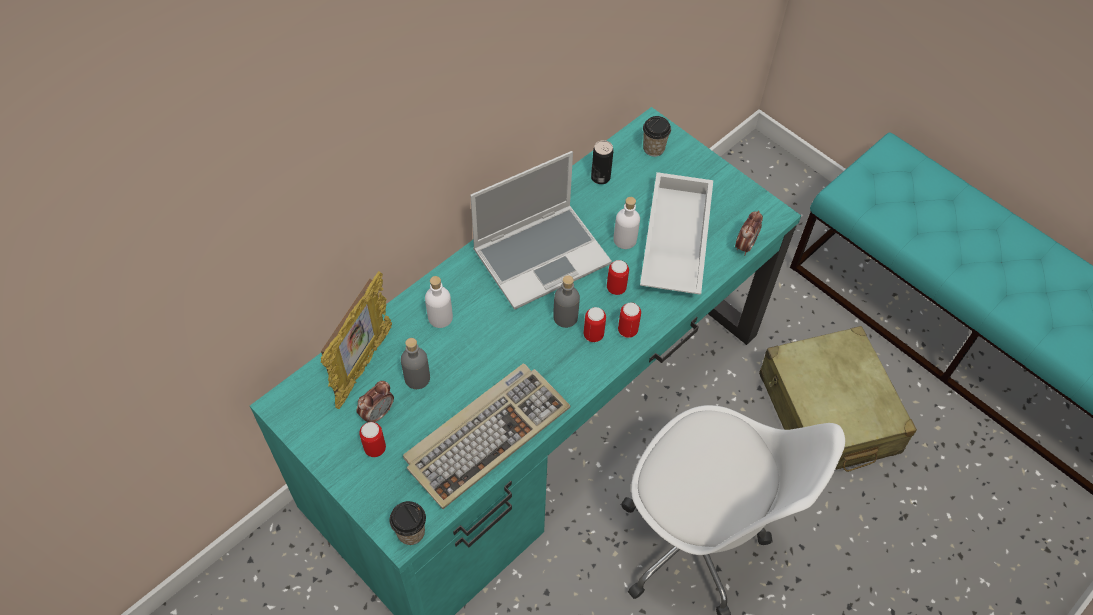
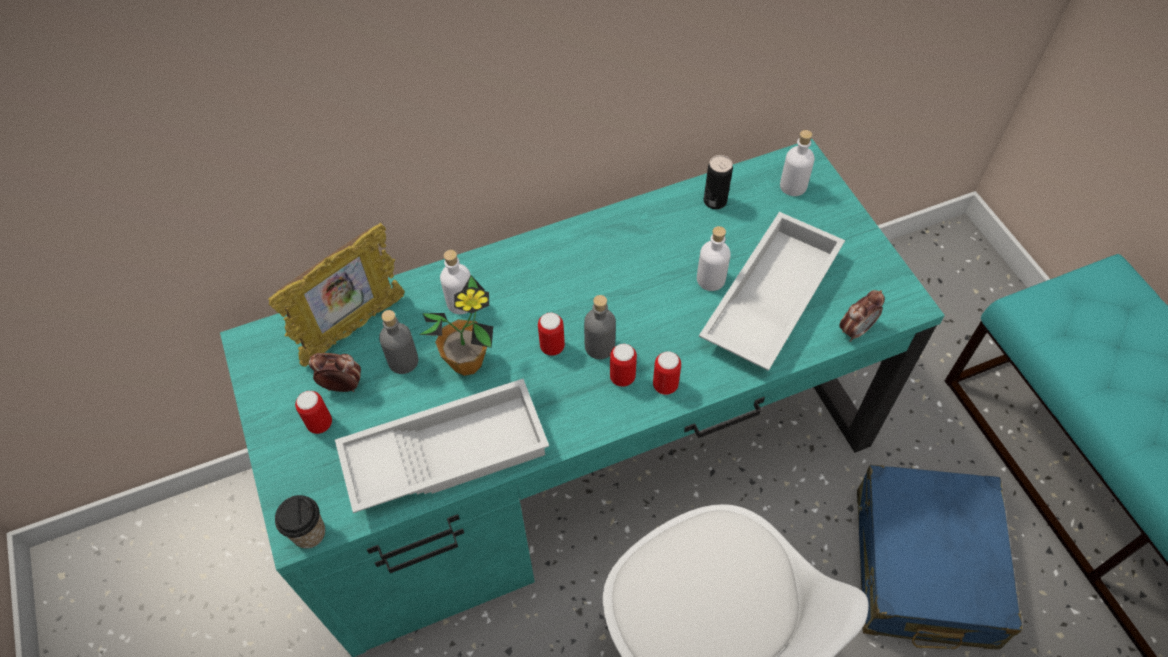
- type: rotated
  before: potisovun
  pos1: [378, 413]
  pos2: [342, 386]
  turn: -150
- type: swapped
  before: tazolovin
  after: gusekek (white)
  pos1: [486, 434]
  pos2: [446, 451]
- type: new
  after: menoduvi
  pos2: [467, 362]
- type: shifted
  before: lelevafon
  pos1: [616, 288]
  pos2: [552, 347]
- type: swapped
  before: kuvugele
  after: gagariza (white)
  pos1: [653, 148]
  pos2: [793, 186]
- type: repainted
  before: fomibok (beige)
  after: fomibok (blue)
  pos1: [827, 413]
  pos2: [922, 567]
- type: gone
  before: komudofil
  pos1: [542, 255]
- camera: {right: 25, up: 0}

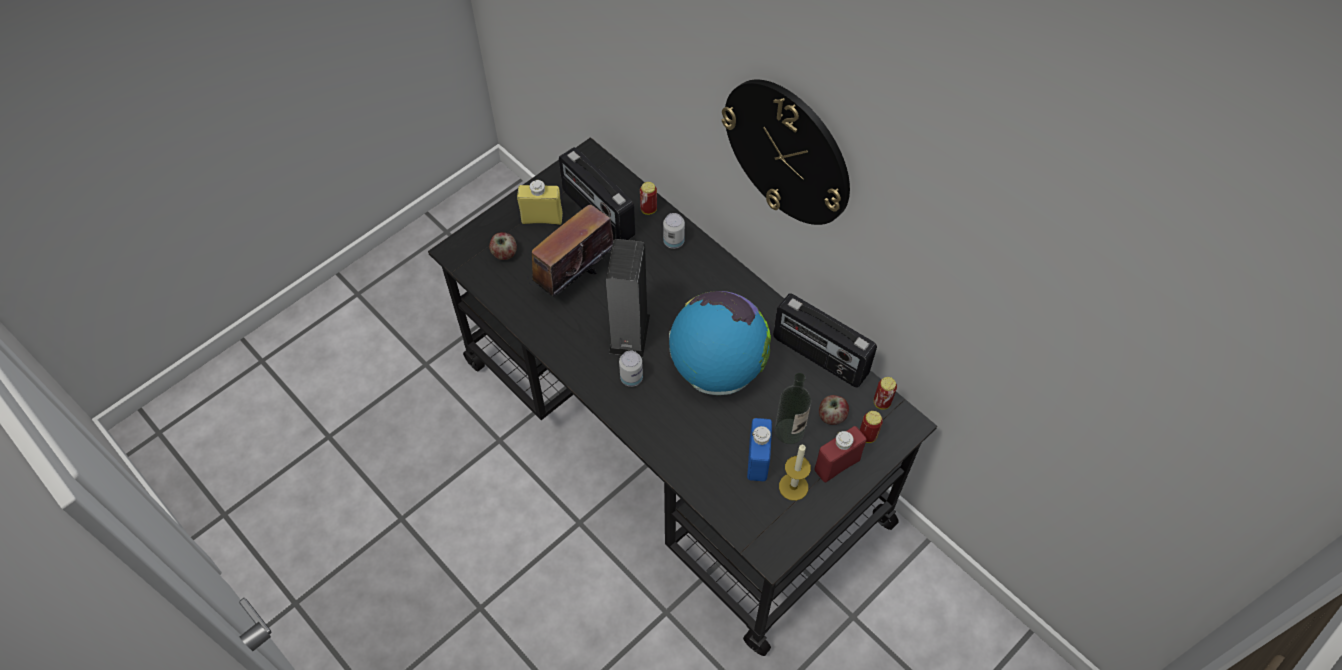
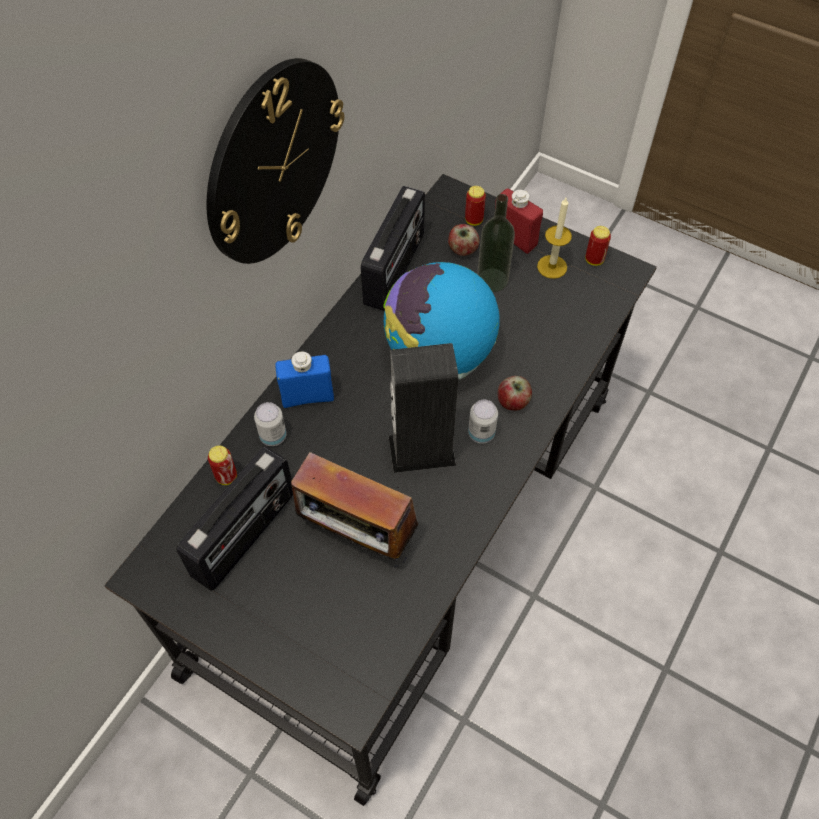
- type: shifted
  before: gagariza (blue)
  pos1: [758, 460]
  pos2: [307, 396]
- type: shifted
  before: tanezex
  pos1: [504, 254]
  pos2: [513, 402]
- type: shifted
  before: lelevafon
  pos1: [882, 402]
  pos2: [594, 260]
- type: gone
  before: gagariza (yellow)
  pos1: [542, 218]
- camera: {right: -105, up: 0}

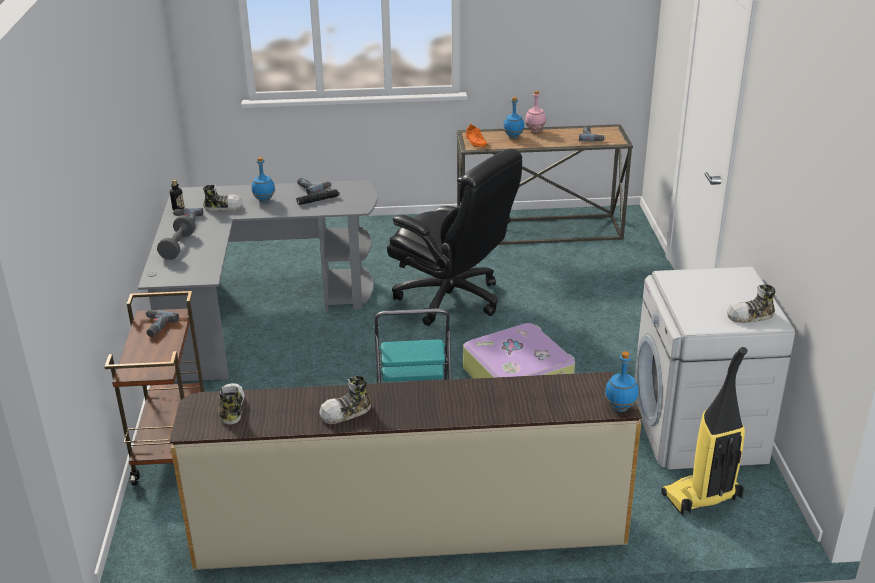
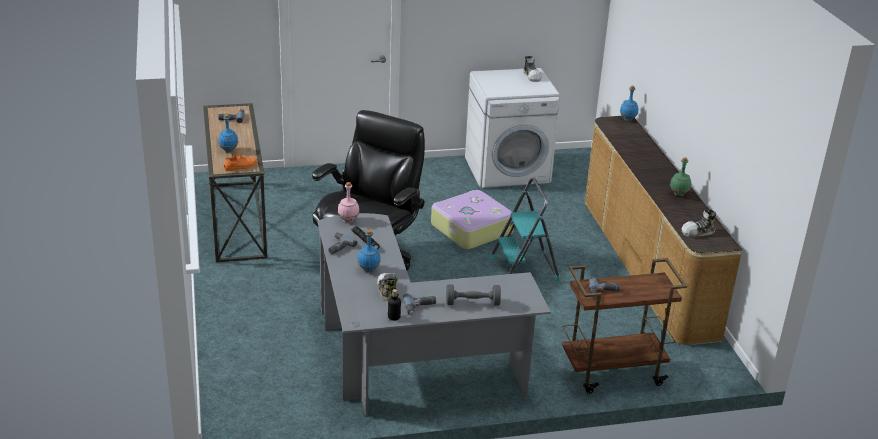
- type: shifted
  before: gagariza (pink)
  pos1: [534, 130]
  pos2: [348, 220]
- type: swapped
  before: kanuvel
  after: gagariza (green)
  pos1: [346, 413]
  pos2: [678, 194]
- type: gone
  before: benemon
  pos1: [701, 497]
- camera: {right: -100, up: 0}

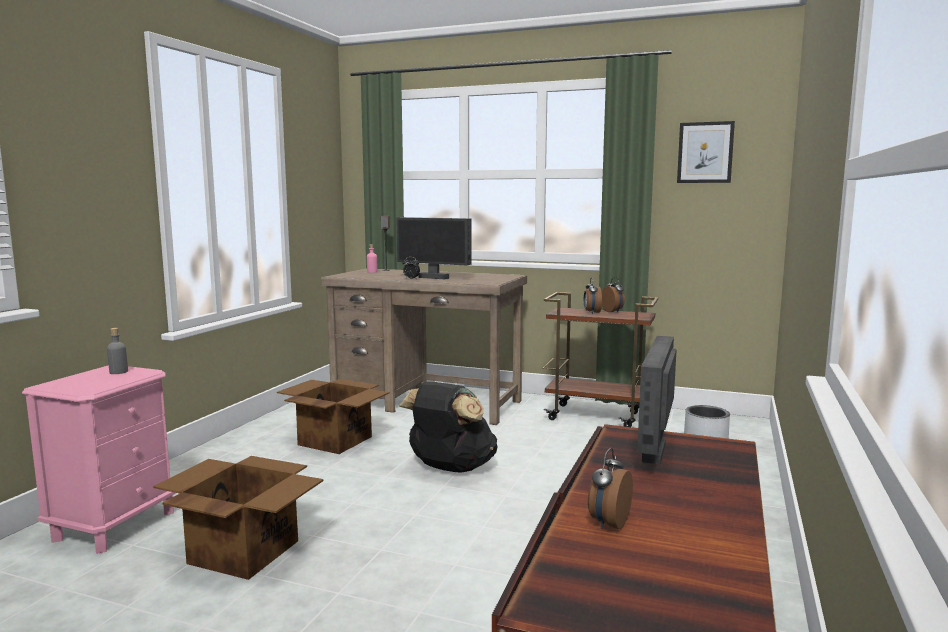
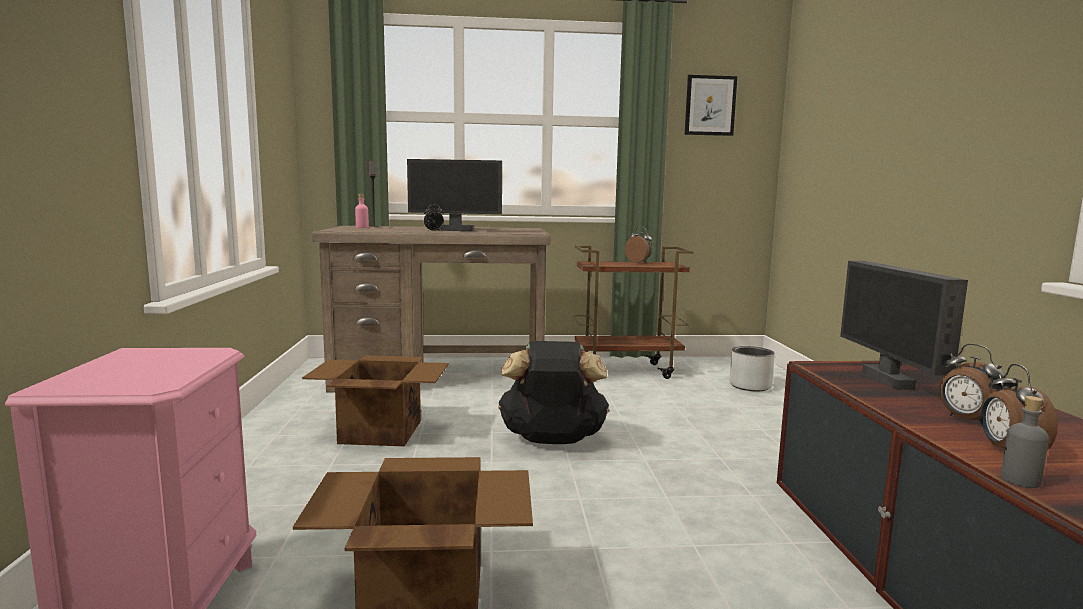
- type: shifted
  before: potisovun
  pos1: [591, 312]
  pos2: [967, 420]
- type: shifted
  before: gagariza (grey)
  pos1: [118, 372]
  pos2: [1020, 480]
- camera: {right: -25, up: 0}

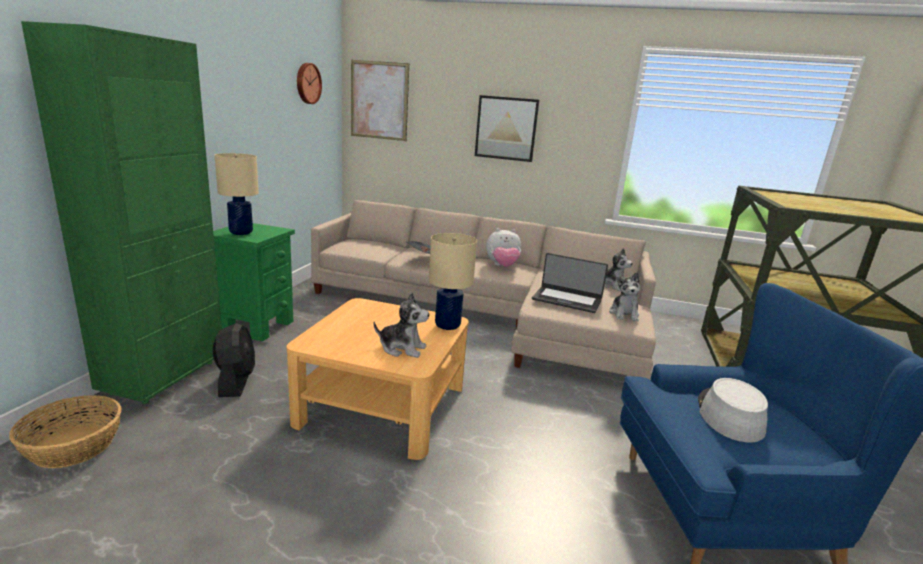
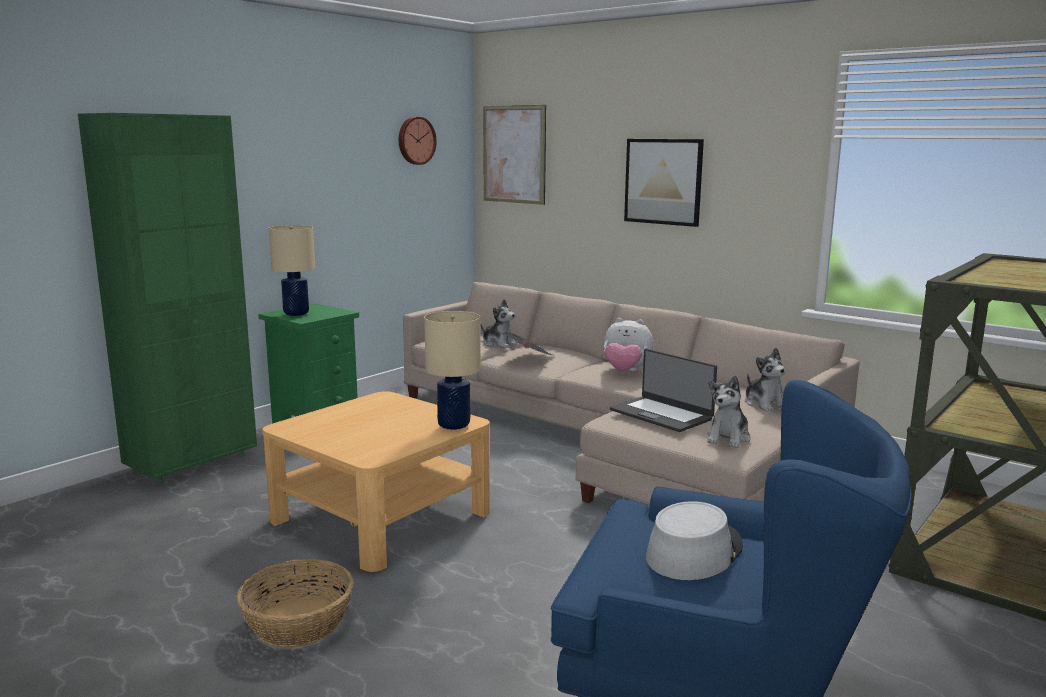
- type: shifted
  before: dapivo
  pos1: [73, 446]
  pos2: [297, 622]
- type: shifted
  before: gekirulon
  pos1: [402, 348]
  pos2: [499, 344]
- type: gone
  before: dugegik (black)
  pos1: [236, 381]
- camera: {right: 25, up: -5}

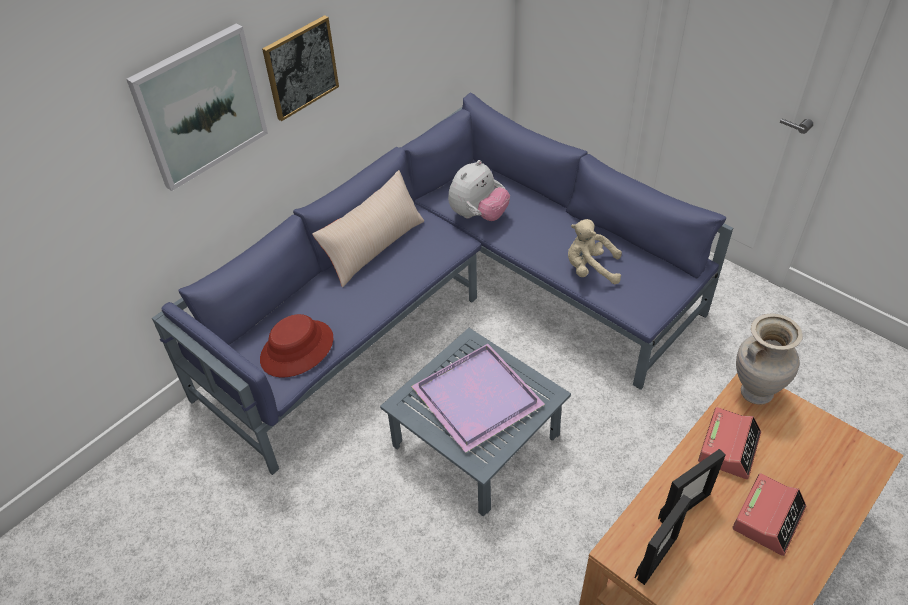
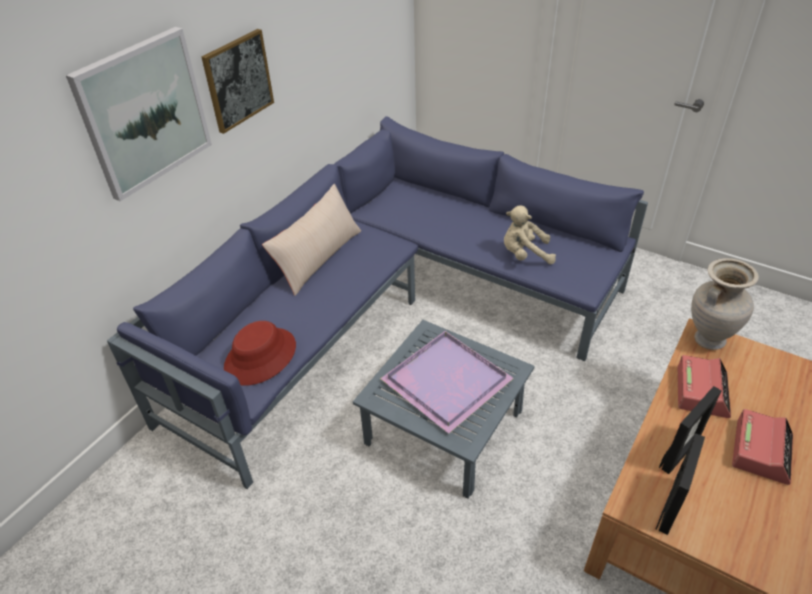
- type: gone
  before: gekirulon
  pos1: [478, 215]
- camera: {right: -10, up: -5}

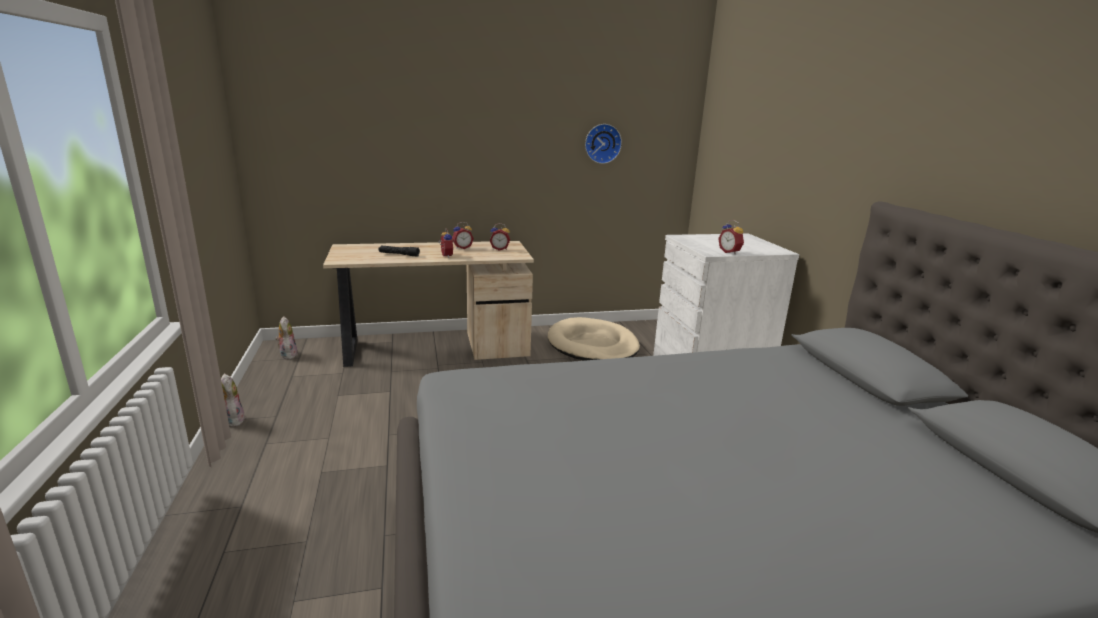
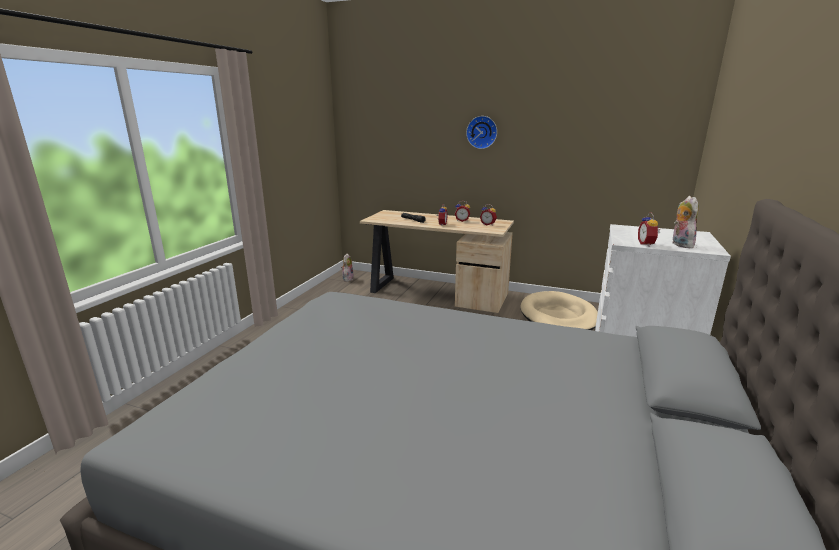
- type: shifted
  before: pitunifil
  pos1: [602, 143]
  pos2: [482, 132]
- type: shifted
  before: gekirulon
  pos1: [231, 420]
  pos2: [680, 244]
- camera: {right: 35, up: 0}

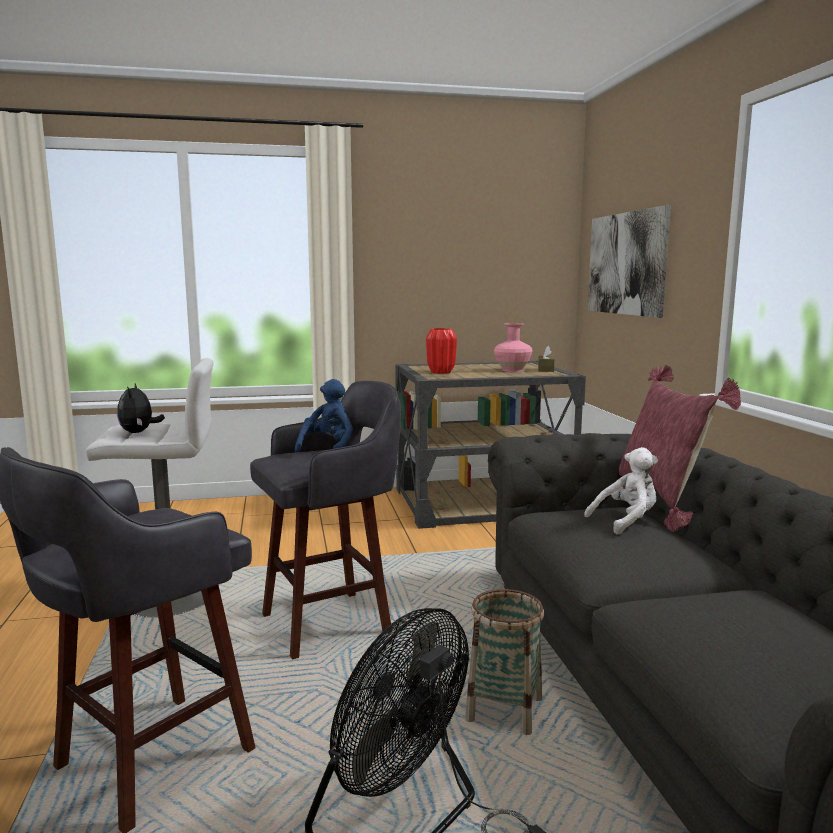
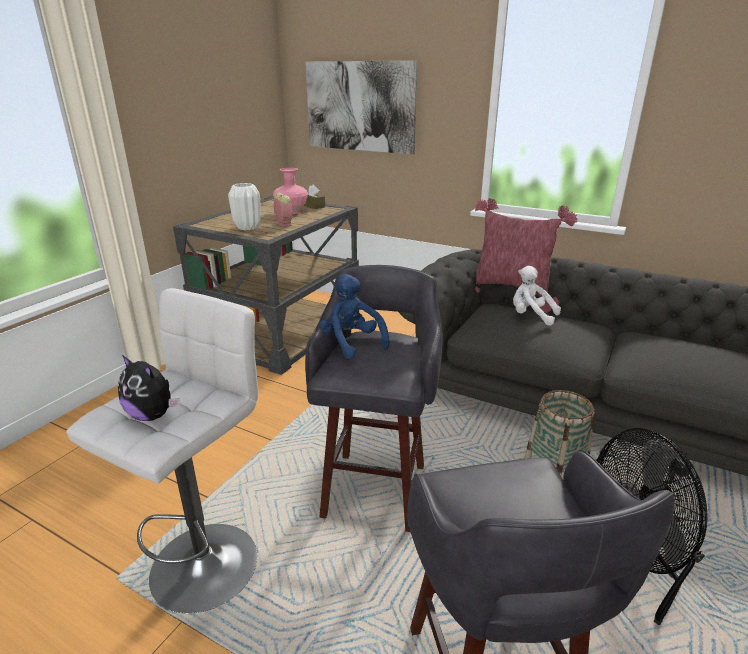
- type: repainted
  before: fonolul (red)
  after: fonolul (white)
  pos1: [441, 372]
  pos2: [248, 228]
- type: new
  after: potisovun
  pos2: [283, 224]
- type: rotated
  before: gekirulon (white)
  pos1: [626, 521]
  pos2: [531, 316]
  turn: -75
- camera: {right: -50, up: 15}

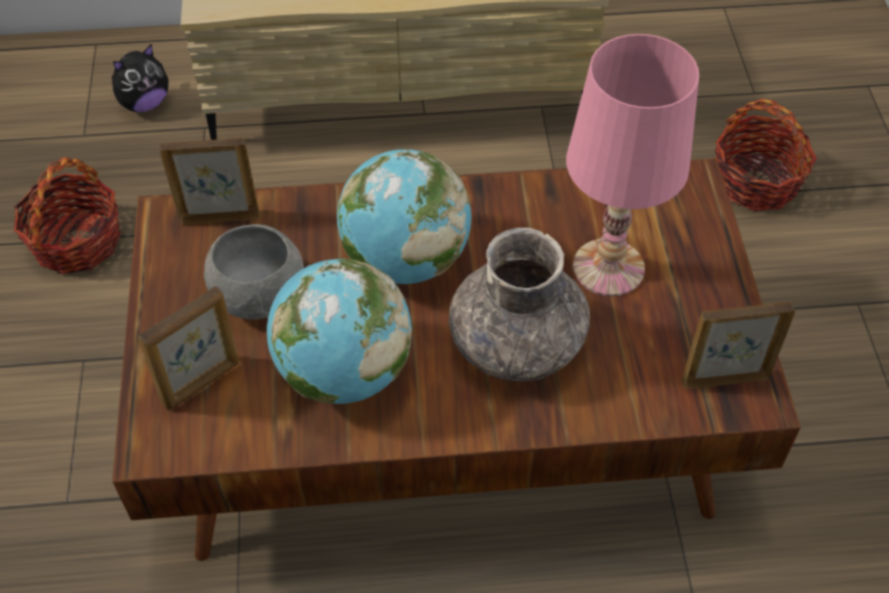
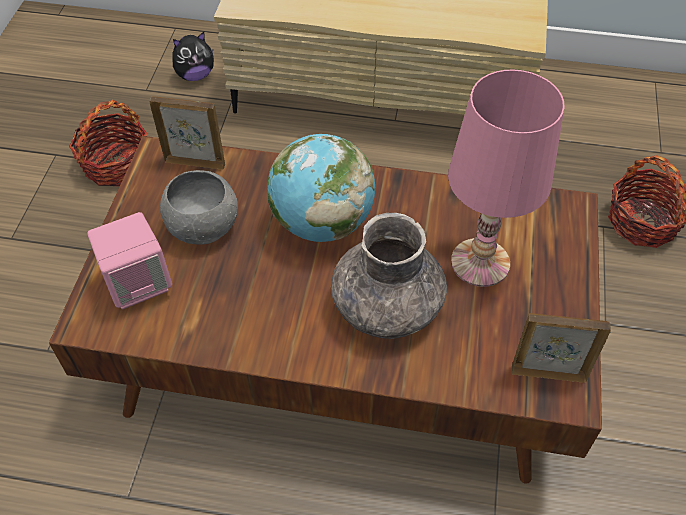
- type: swapped
  before: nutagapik
  after: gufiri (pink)
  pos1: [202, 383]
  pos2: [138, 283]
- type: gone
  before: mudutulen
  pos1: [343, 371]
- camera: {right: 15, up: 0}

